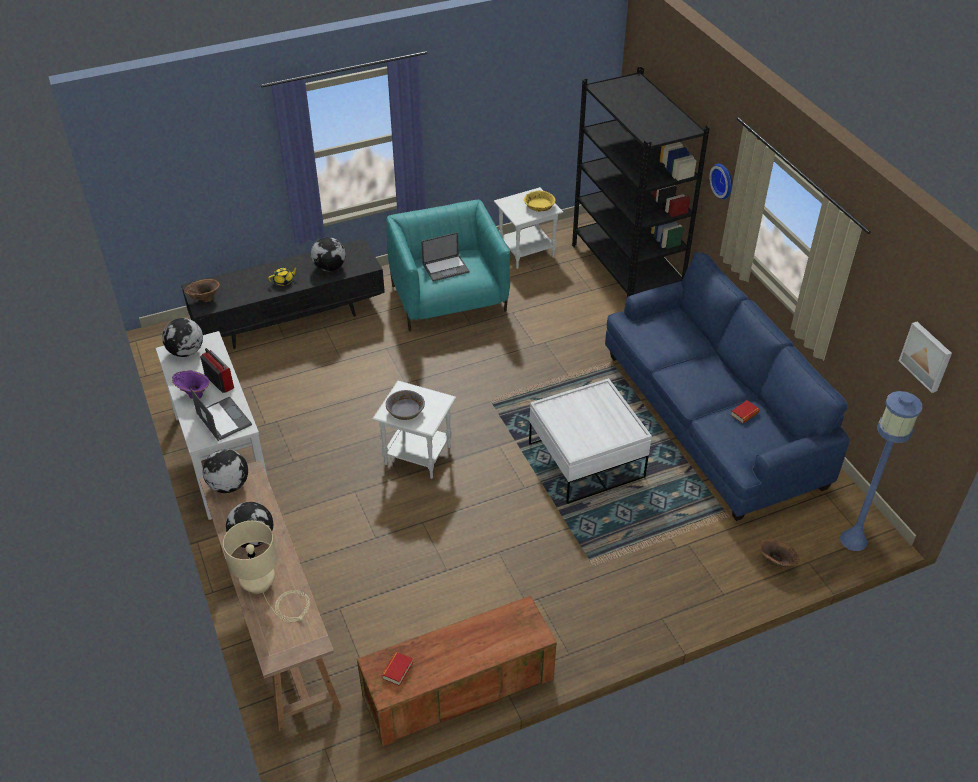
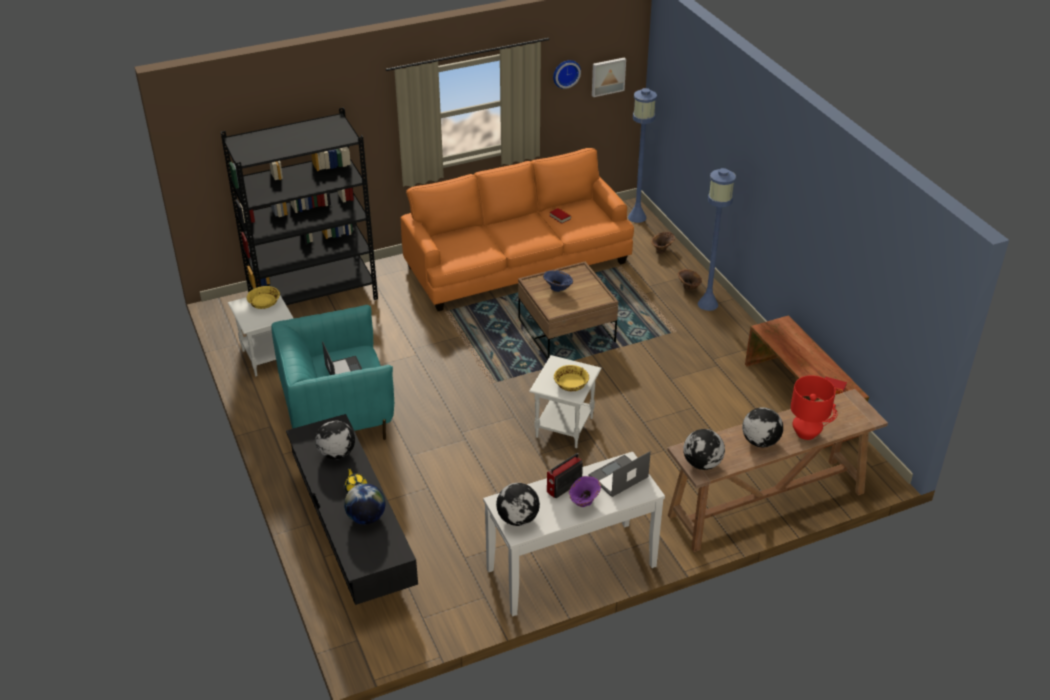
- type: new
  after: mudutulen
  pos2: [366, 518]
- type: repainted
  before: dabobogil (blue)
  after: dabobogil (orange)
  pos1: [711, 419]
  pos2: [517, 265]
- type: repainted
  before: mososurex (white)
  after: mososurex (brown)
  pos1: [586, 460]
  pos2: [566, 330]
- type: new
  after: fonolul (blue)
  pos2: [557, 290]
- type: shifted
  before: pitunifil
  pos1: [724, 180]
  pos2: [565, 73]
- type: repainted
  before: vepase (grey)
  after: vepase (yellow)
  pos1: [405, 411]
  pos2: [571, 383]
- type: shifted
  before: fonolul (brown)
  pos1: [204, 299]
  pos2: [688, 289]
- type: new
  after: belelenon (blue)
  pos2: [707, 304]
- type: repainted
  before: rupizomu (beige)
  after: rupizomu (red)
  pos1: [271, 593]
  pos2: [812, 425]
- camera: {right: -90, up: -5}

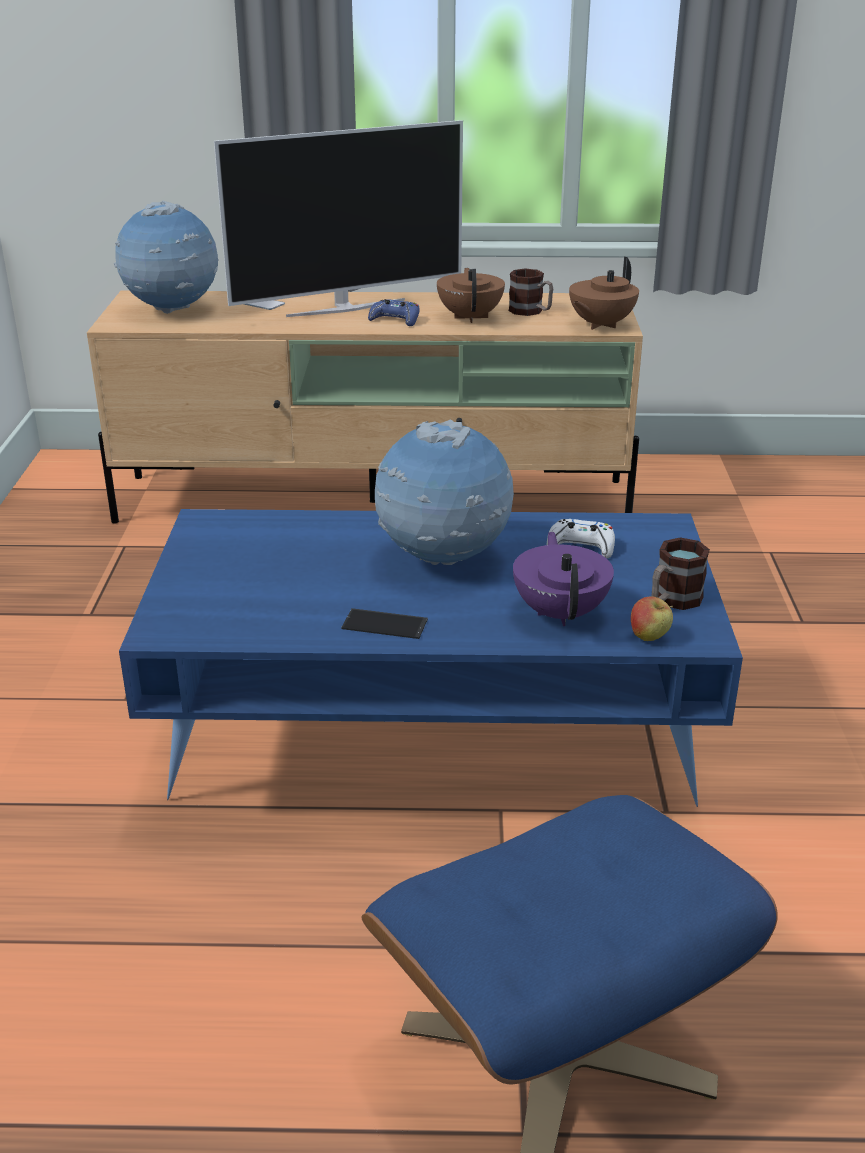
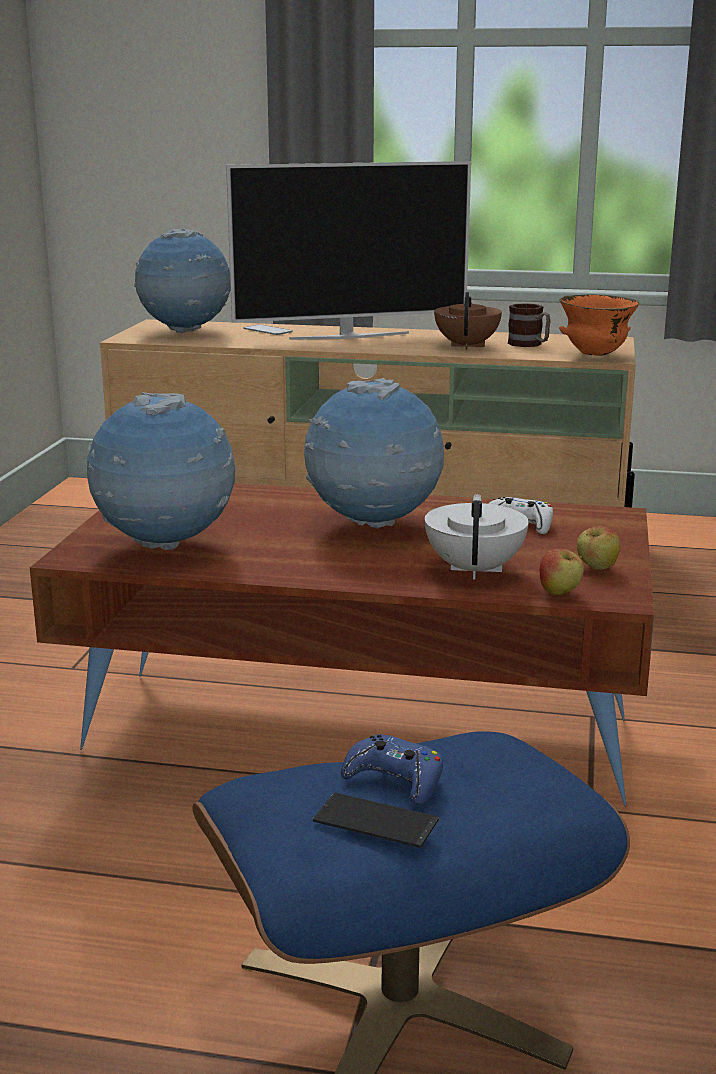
- type: repainted
  before: mososurex (blue)
  after: mososurex (brown)
  pos1: [433, 749]
  pos2: [359, 734]
- type: new
  after: mudutulen
  pos2: [166, 547]
- type: shifted
  before: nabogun
  pos1: [384, 624]
  pos2: [376, 821]
- type: shifted
  before: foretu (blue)
  pos1: [395, 320]
  pos2: [395, 780]
- type: repainted
  before: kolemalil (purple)
  after: kolemalil (white)
  pos1: [561, 612]
  pos2: [475, 569]
- type: swapped
  before: kolemalil (brown)
  after: vepase (orange)
  pos1: [600, 325]
  pos2: [595, 355]
- type: swapped
  before: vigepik
  after: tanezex
  pos1: [672, 601]
  pos2: [596, 569]
- camera: {right: 10, up: -10}

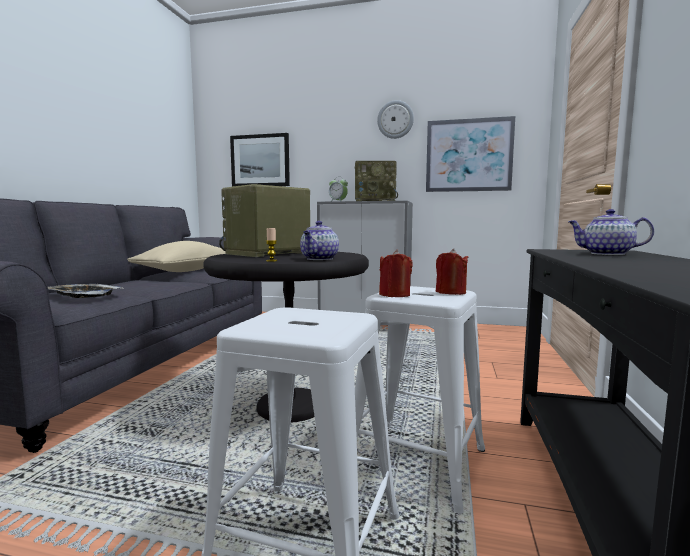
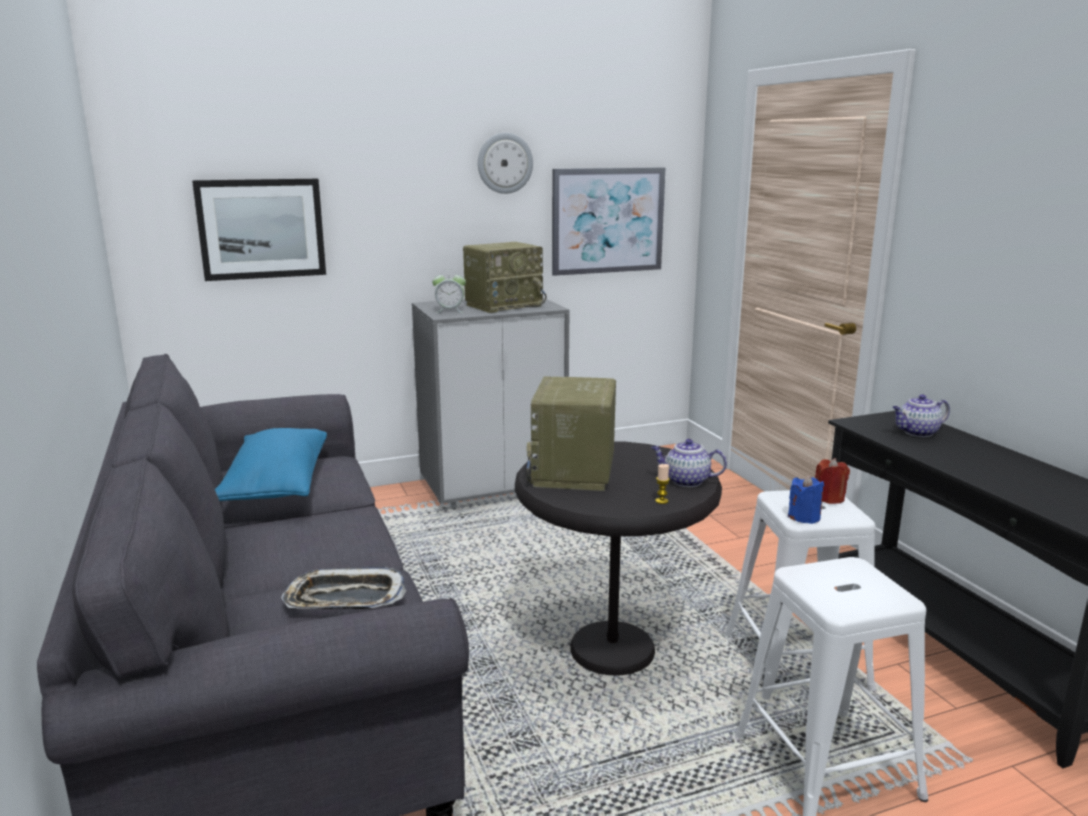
- type: repainted
  before: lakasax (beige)
  after: lakasax (blue)
  pos1: [185, 271]
  pos2: [276, 485]
- type: rotated
  before: kolemalil
  pos1: [319, 259]
  pos2: [685, 481]
  turn: 120
- type: repainted
  before: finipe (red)
  after: finipe (blue)
  pos1: [394, 295]
  pos2: [804, 517]
- camera: {right: -35, up: 10}

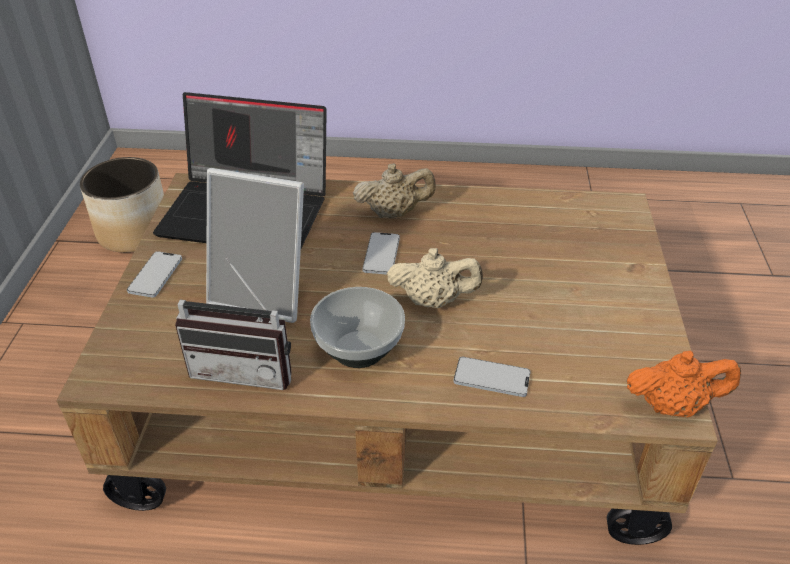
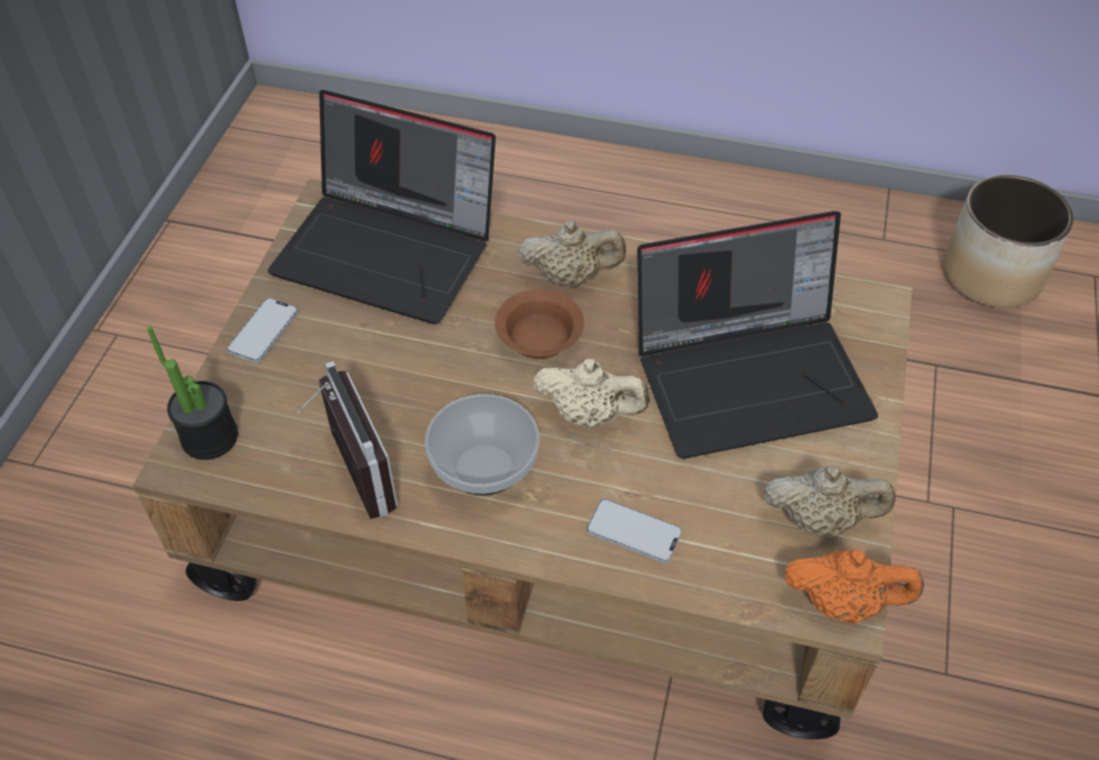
- type: new
  after: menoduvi
  pos2: [210, 437]
- type: rotated
  before: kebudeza
  pos1: [246, 368]
  pos2: [348, 475]
  turn: -135
- type: swapped
  before: nabogun
  after: vepase (brown)
  pos1: [381, 254]
  pos2: [541, 337]
- type: new
  after: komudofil
  pos2: [752, 375]
- type: new
  after: kolemalil (beige)
  pos2: [820, 519]
- type: shifted
  before: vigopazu
  pos1: [135, 232]
  pos2: [992, 275]
- type: gone
  before: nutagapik
  pos1: [264, 293]
- camera: {right: 10, up: 10}

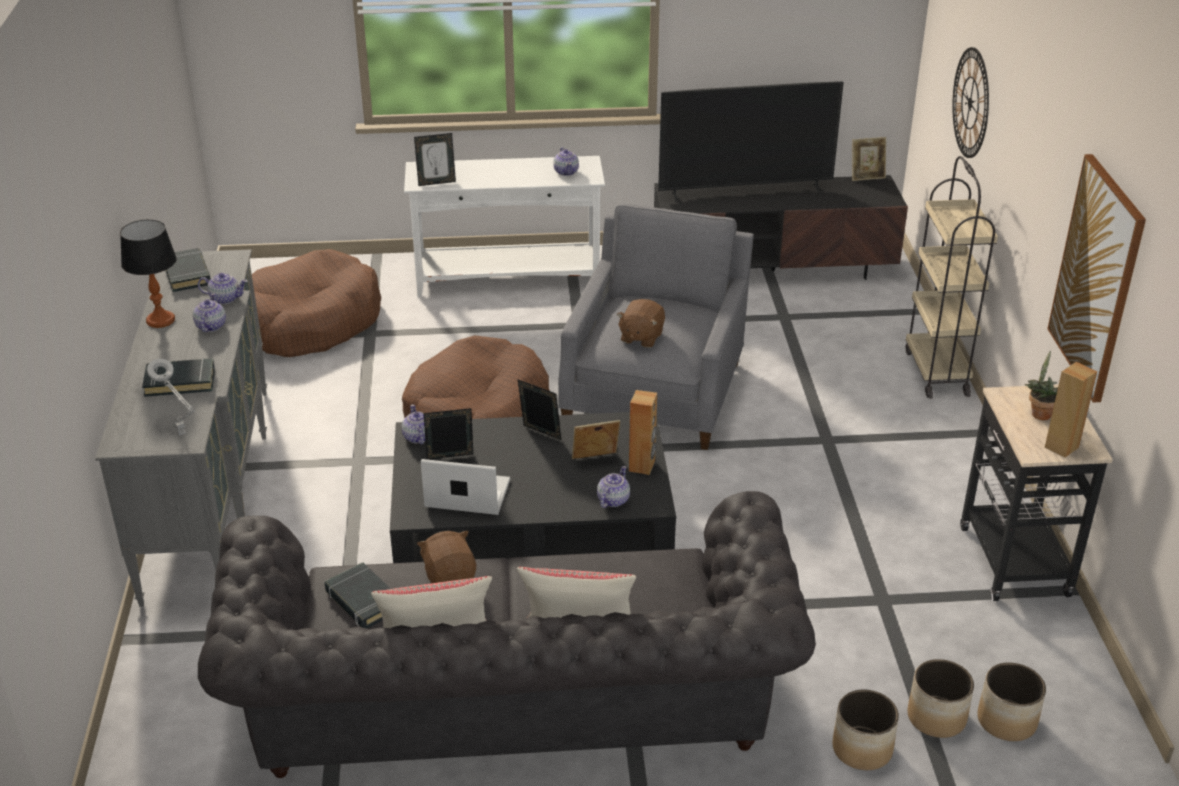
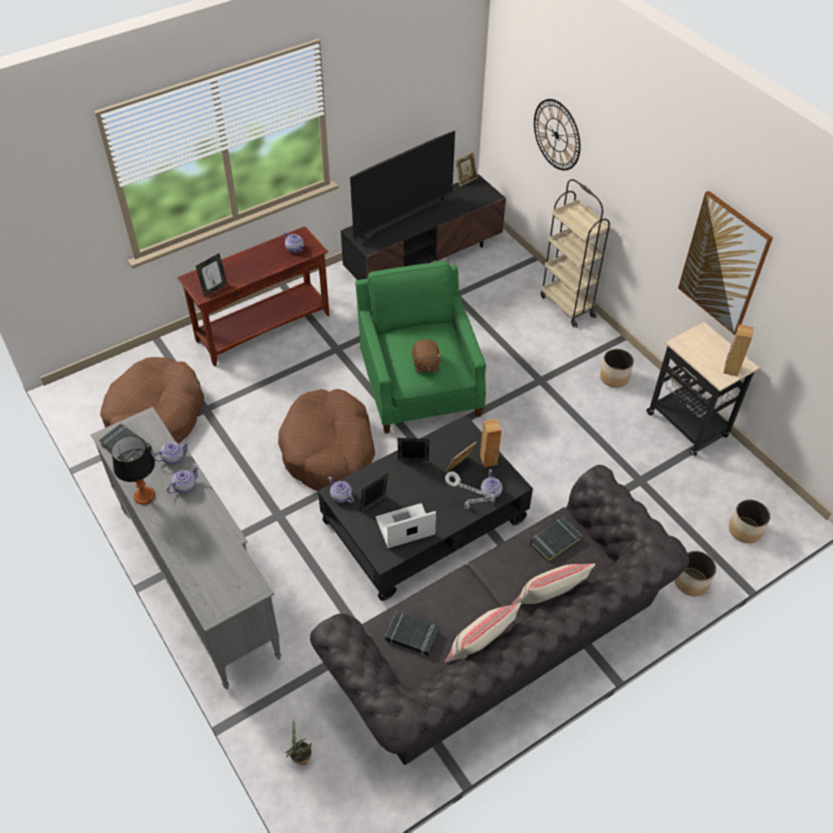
- type: rotated
  before: kolemalil
  pos1: [210, 326]
  pos2: [184, 486]
  turn: 75
- type: repainted
  before: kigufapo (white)
  after: kigufapo (brown)
  pos1: [508, 278]
  pos2: [263, 327]
- type: shifted
  before: menoduvi
  pos1: [1039, 413]
  pos2: [300, 757]
- type: repainted
  before: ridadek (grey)
  after: ridadek (green)
  pos1: [655, 390]
  pos2: [420, 383]
- type: shifted
  before: rupizomu (grey)
  pos1: [182, 435]
  pos2: [468, 508]
- type: shifted
  before: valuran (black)
  pos1: [180, 382]
  pos2: [554, 541]
- type: shifted
  before: vigopazu
  pos1: [936, 718]
  pos2: [614, 377]
- type: gone
  before: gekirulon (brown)
  pos1: [450, 576]
- camera: {right: -30, up: 15}

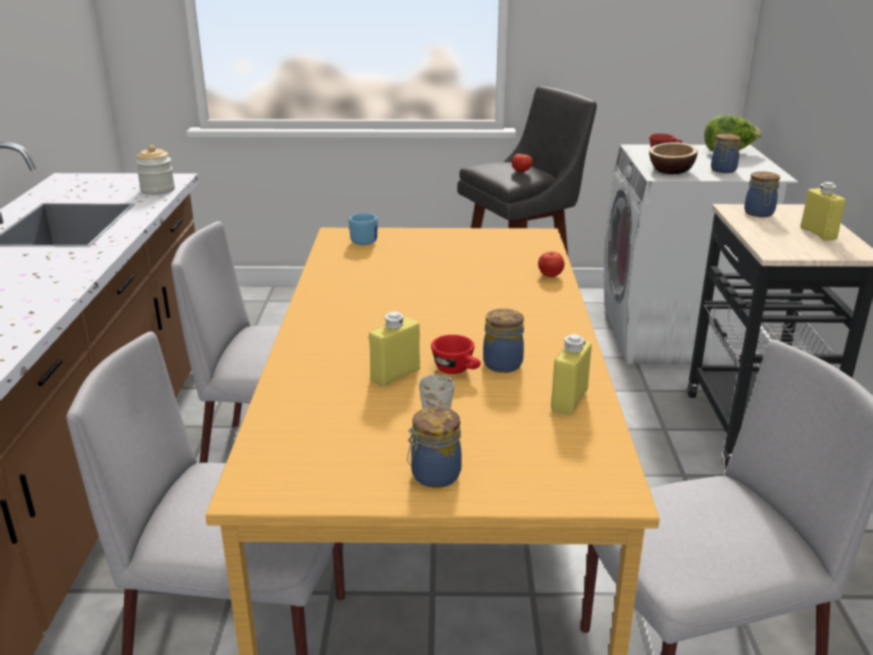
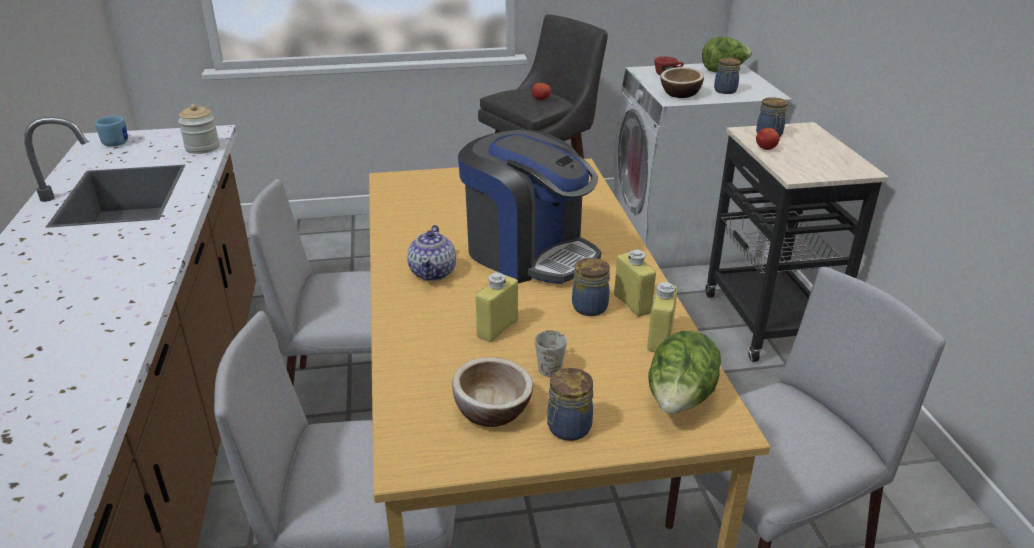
- type: shifted
  before: vigepik (blue)
  pos1: [363, 240]
  pos2: [116, 142]
- type: new
  after: kolemalil
  pos2: [433, 272]
- type: new
  after: vepase
  pos2: [492, 410]
- type: new
  after: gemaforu
  pos2: [528, 253]
- type: shifted
  before: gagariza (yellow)
  pos1: [818, 233]
  pos2: [632, 304]
- type: new
  after: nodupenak
  pos2: [680, 401]
- type: shifted
  before: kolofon
  pos1: [550, 275]
  pos2: [766, 148]
- type: gone
  before: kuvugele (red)
  pos1: [457, 370]
- camera: {right: -10, up: 5}

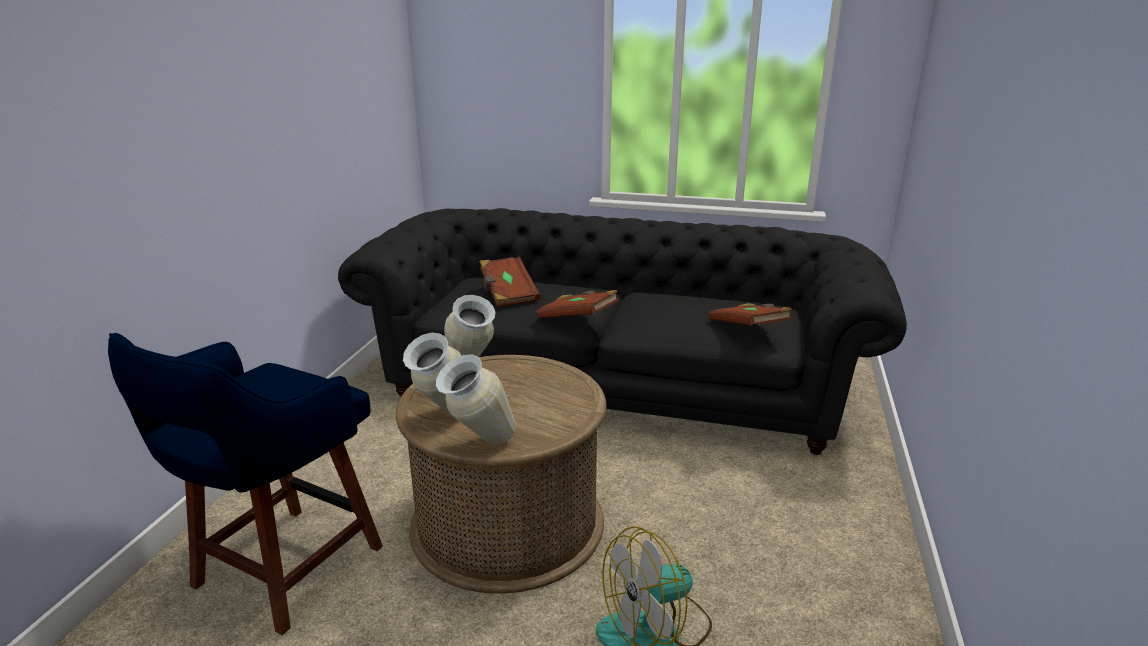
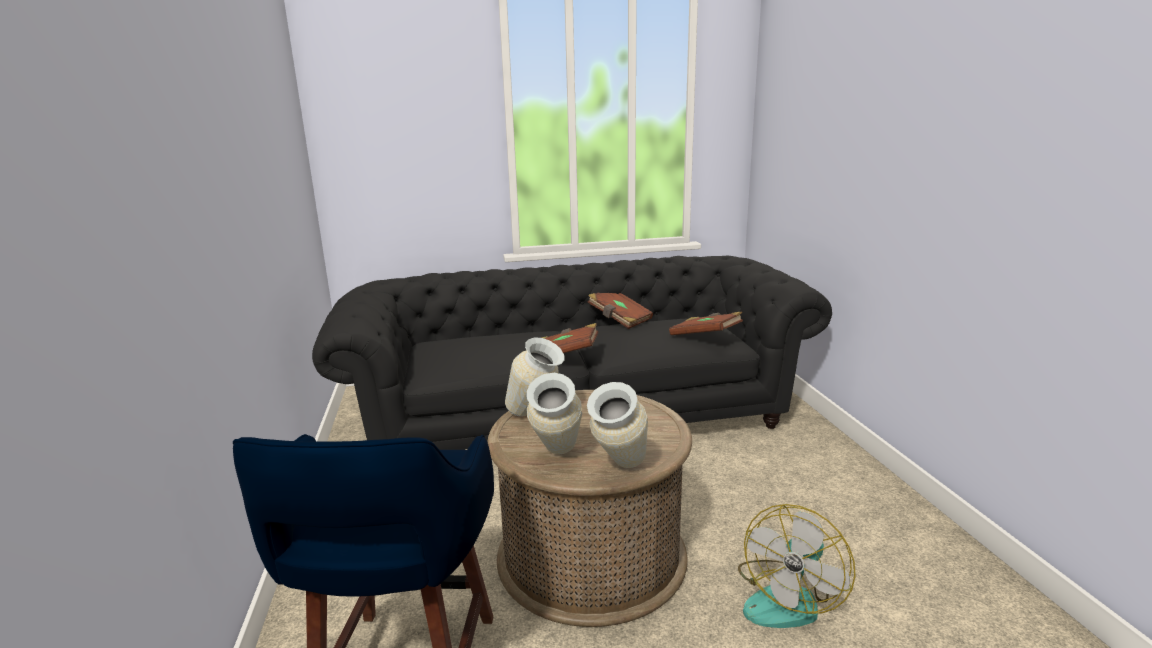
- type: shifted
  before: valuran (brown)
  pos1: [508, 294]
  pos2: [619, 319]
- camera: {right: -25, up: -5}

